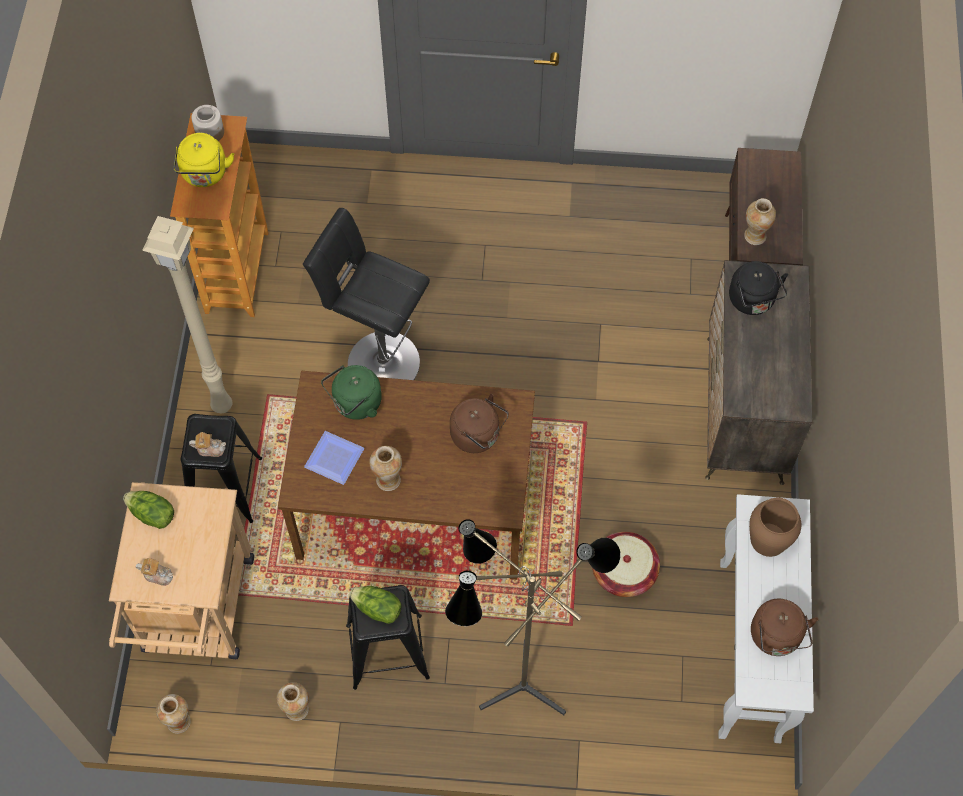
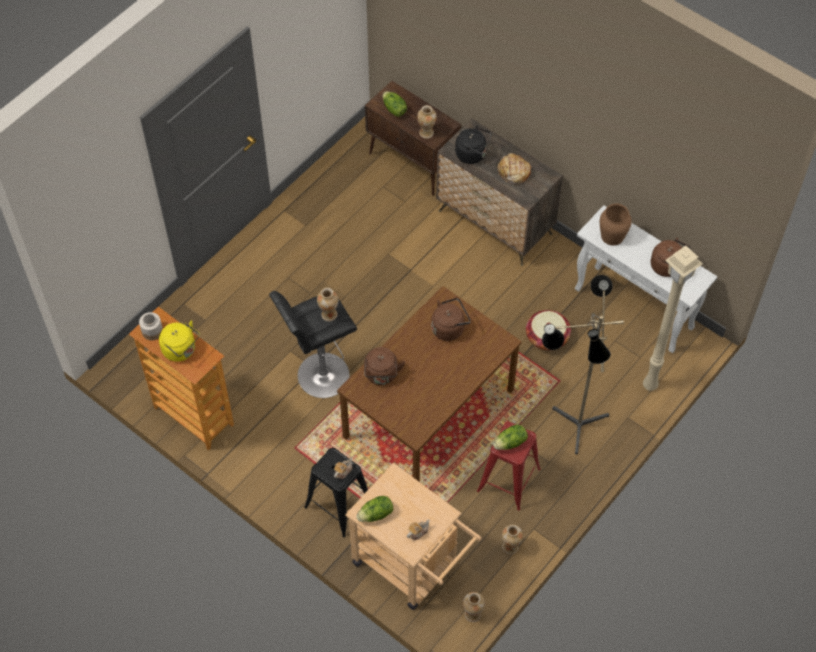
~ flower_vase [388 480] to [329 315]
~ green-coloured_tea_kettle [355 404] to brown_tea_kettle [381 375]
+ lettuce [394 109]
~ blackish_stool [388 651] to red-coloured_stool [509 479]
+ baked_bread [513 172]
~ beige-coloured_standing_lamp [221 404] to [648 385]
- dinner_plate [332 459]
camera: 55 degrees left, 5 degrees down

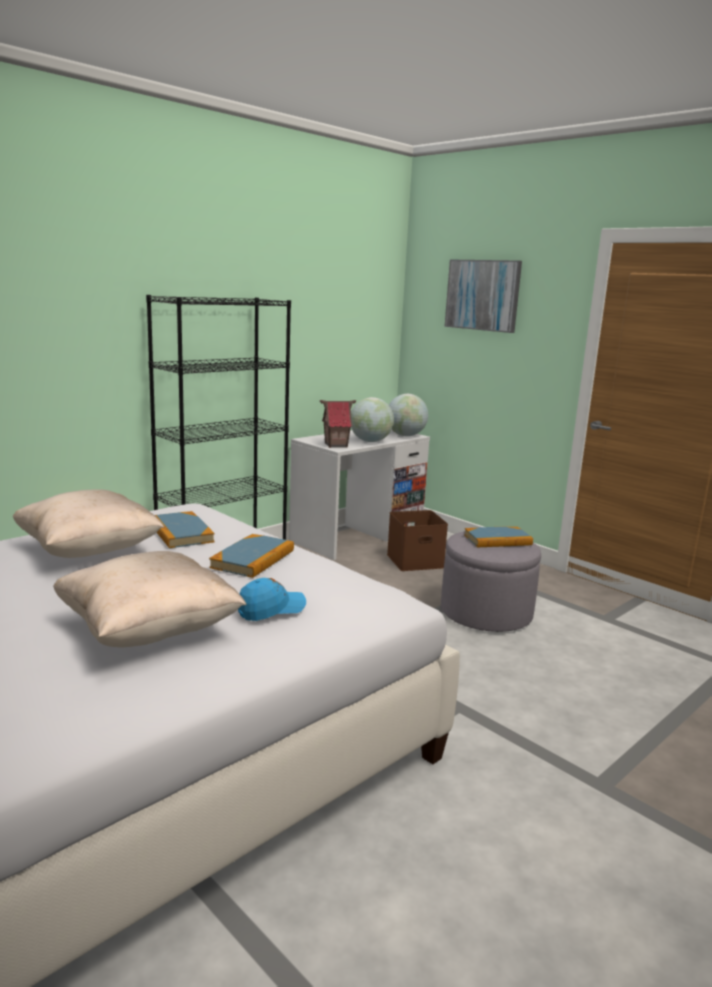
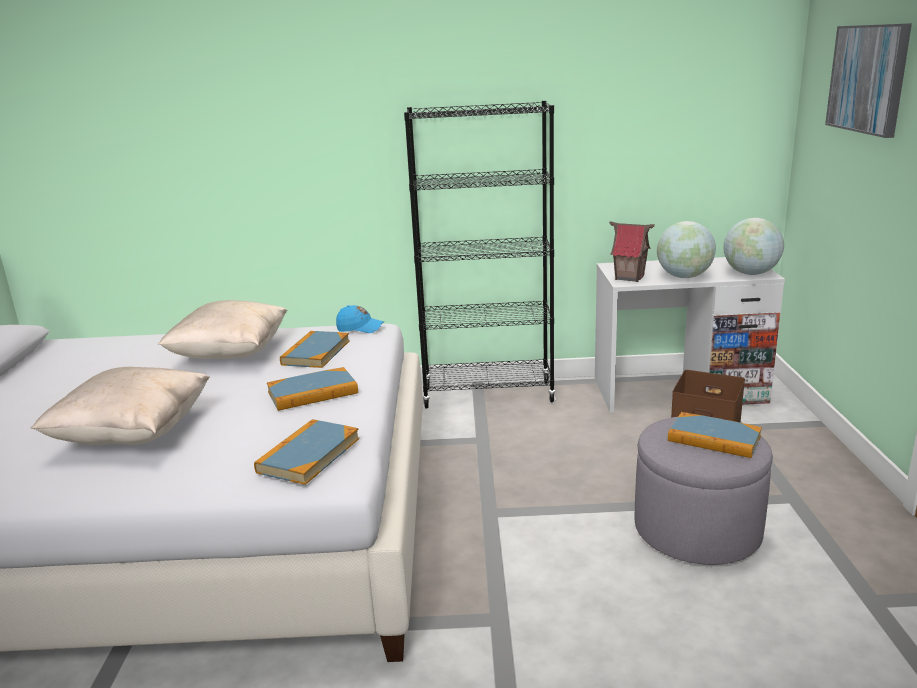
+ book [308 455]
~ blue-coloured_cap [271 609] to [360 328]
camera: 45 degrees right, 5 degrees up

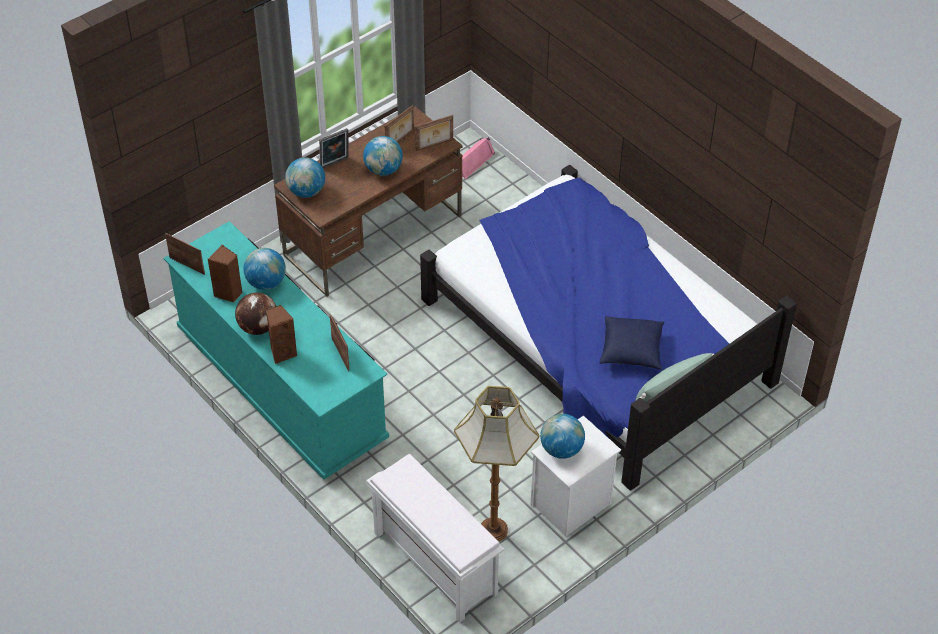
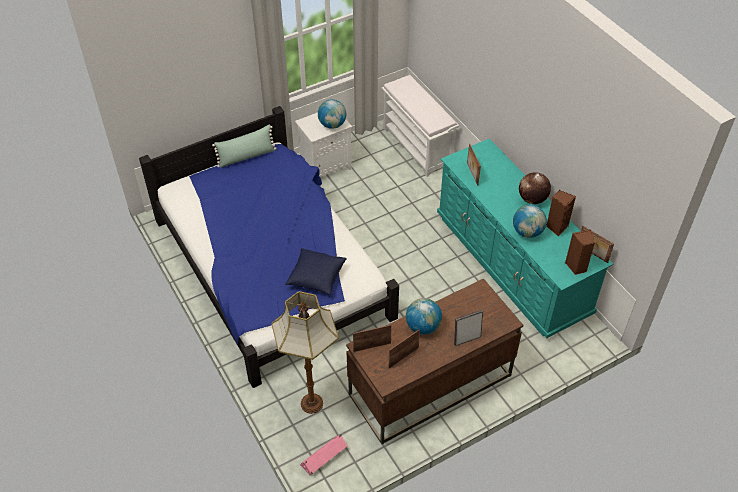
~ standing_lamp [494 529] to [311 404]
~ blue-coloured_pillow [631 351] to [316 277]
~ brown_audio_speaker [282 352] to [576 267]
- world_globe [306 191]
camera: 170 degrees left, 0 degrees up

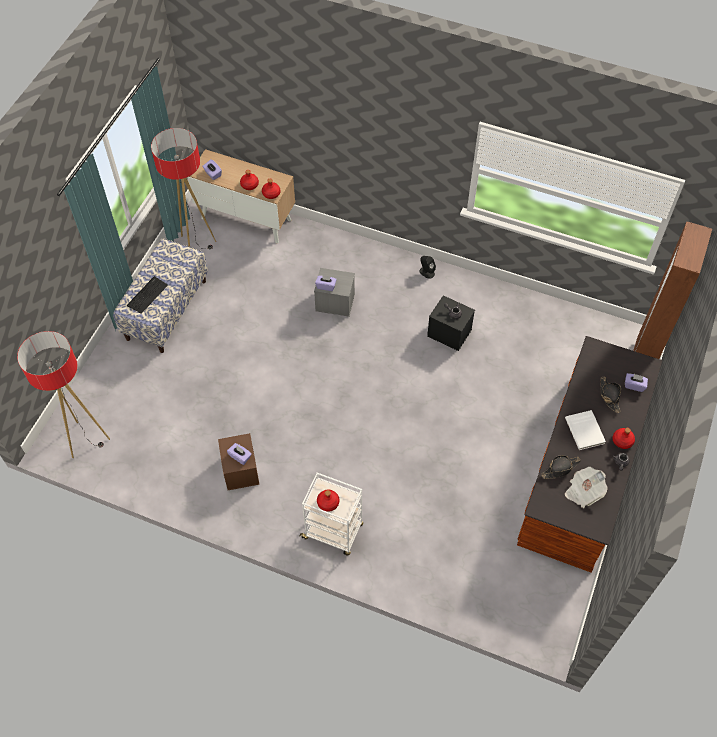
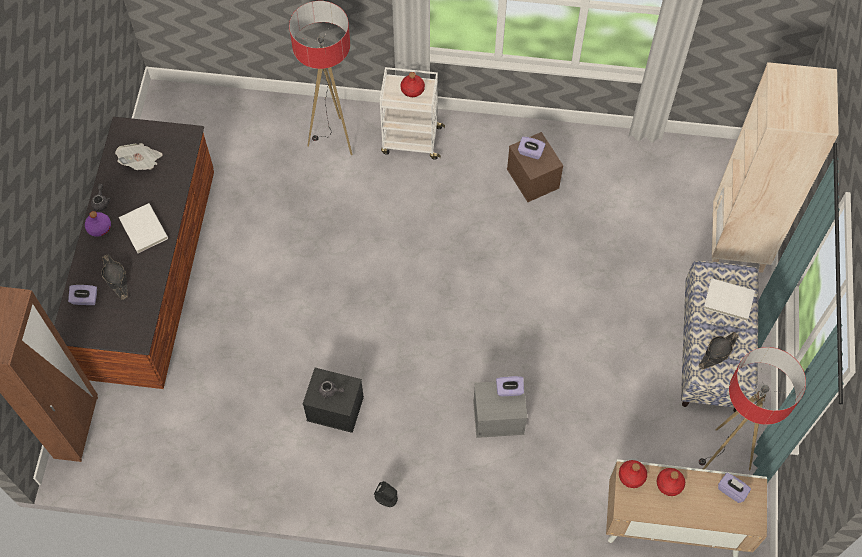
~ red-coloured_bottle [622 441] to purple_bottle [99 227]
~ standing_lamp [87 440] to [332 139]
~ blackish_wearable_hat [560 469] to [717 352]
~ PC_keyboard [147 295] to white-coloured_book [728 301]
+ beige-coloured_bookcase [737 243]
camera: 165 degrees right, 5 degrees up

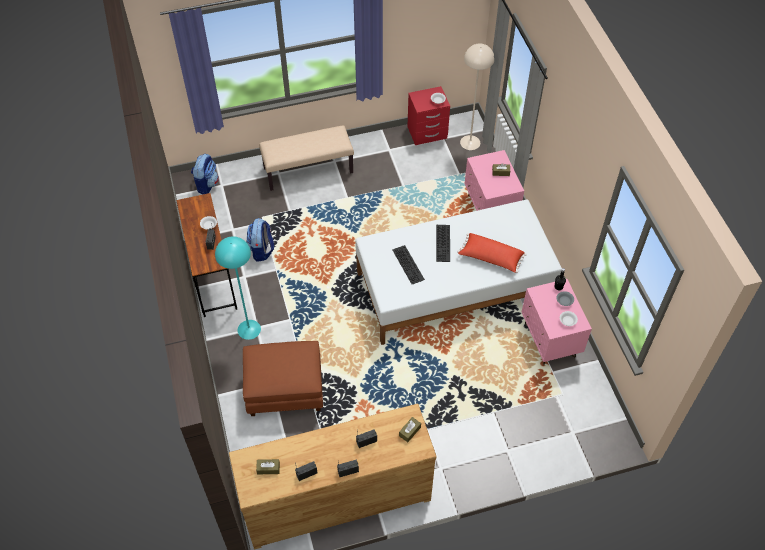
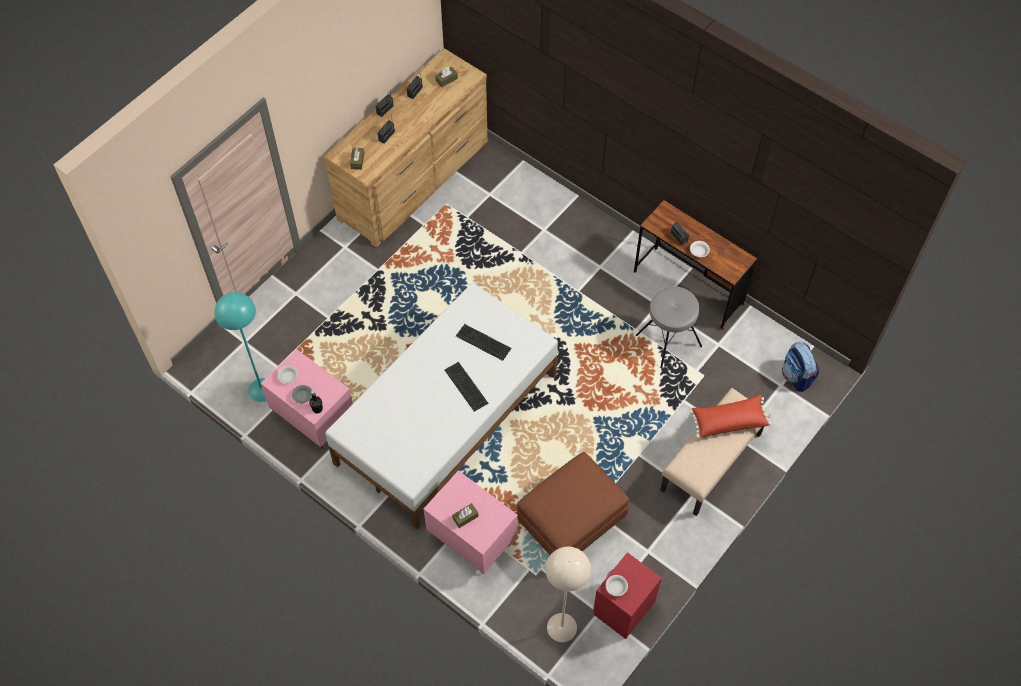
~ turquoise-coloured_standing_lamp [249 329] to [262 389]
~ brown_ottoman [285 389] to [571 522]
~ knapsack [262 250] to grey_stool [668 340]
~ red-coloured_pillow [490 258] to [728 421]
camera: 145 degrees right, 5 degrees up

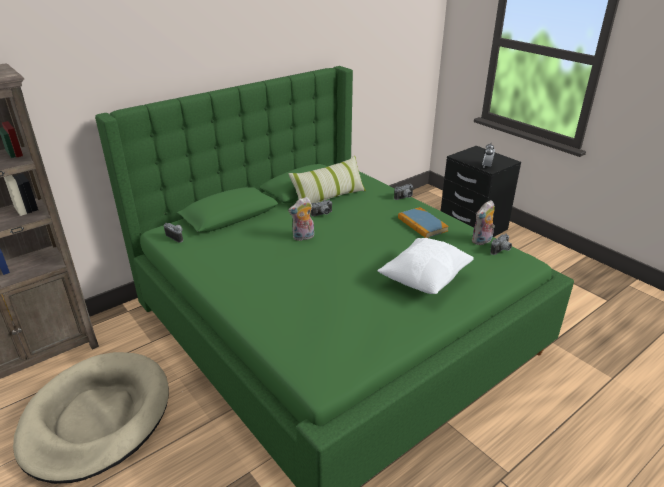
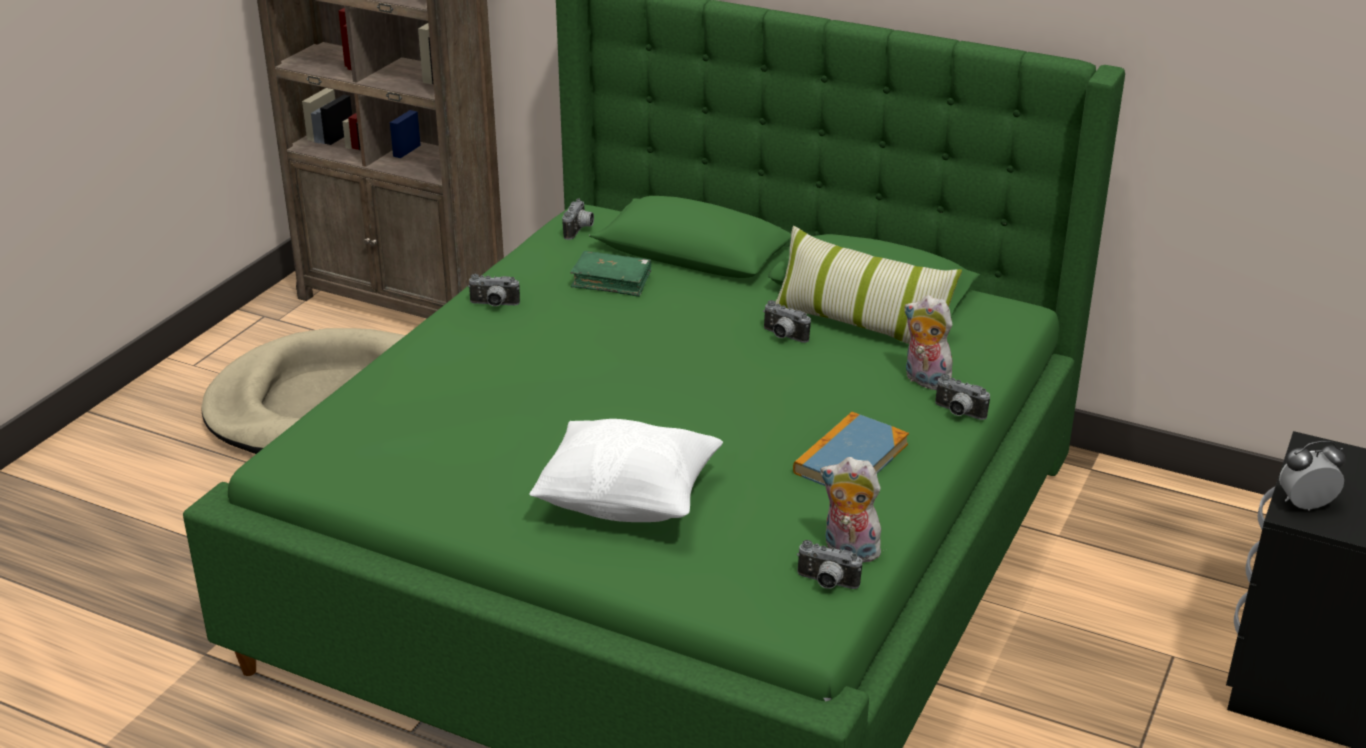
+ photo_camera [494 305]
+ green-coloured_book [612 281]
~ soft_toy [303 237] to [924 380]
camera: 65 degrees right, 0 degrees up

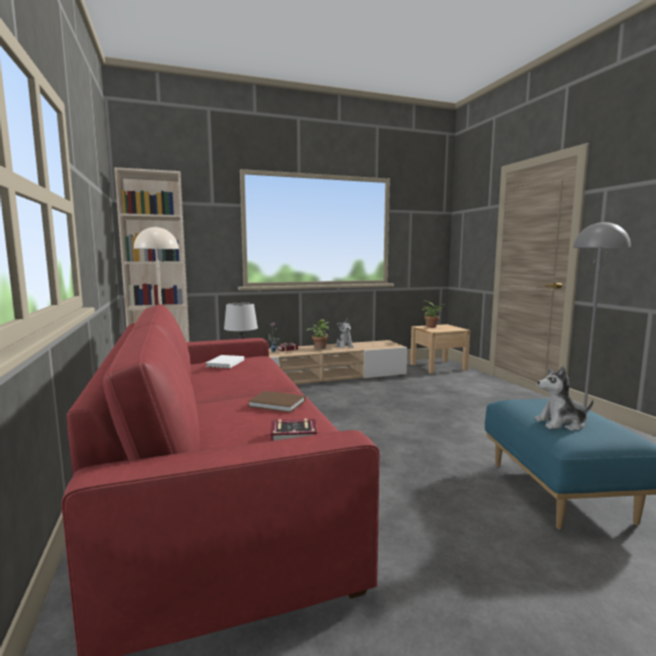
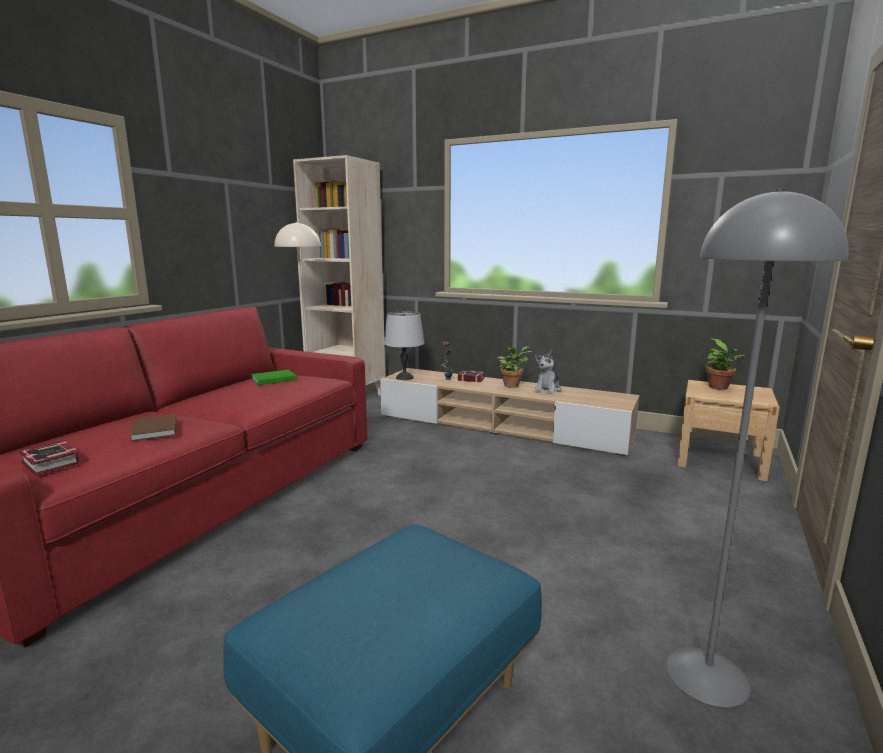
~ white-coloured_book [224 363] to green-coloured_book [272 379]
- soft_toy [561 423]
camera: 45 degrees right, 5 degrees up

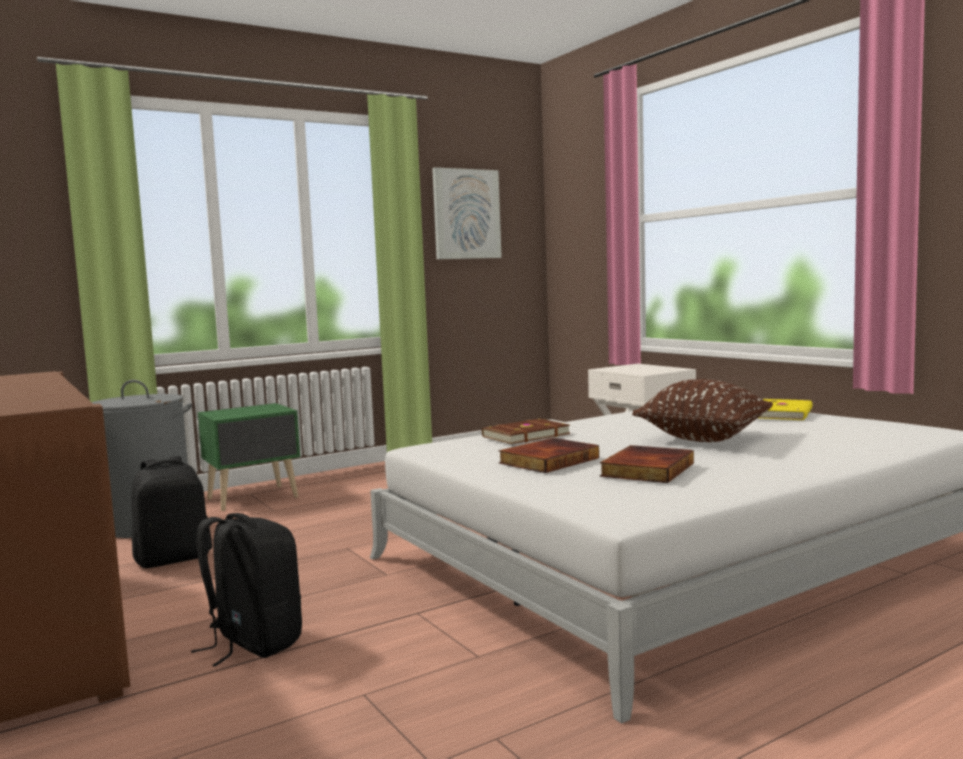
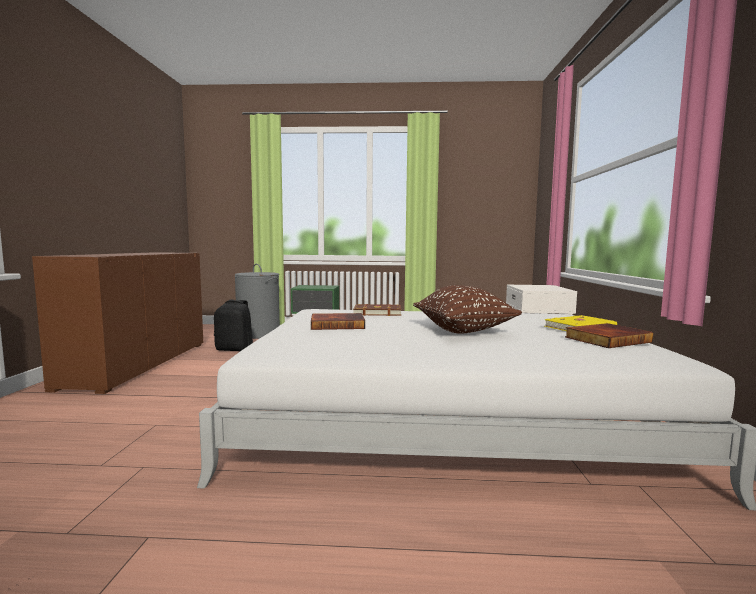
~ book [646 469] to [606 339]
- blackish_knapsack [252 643]
- wall_art [466 214]
camera: 35 degrees right, 0 degrees up

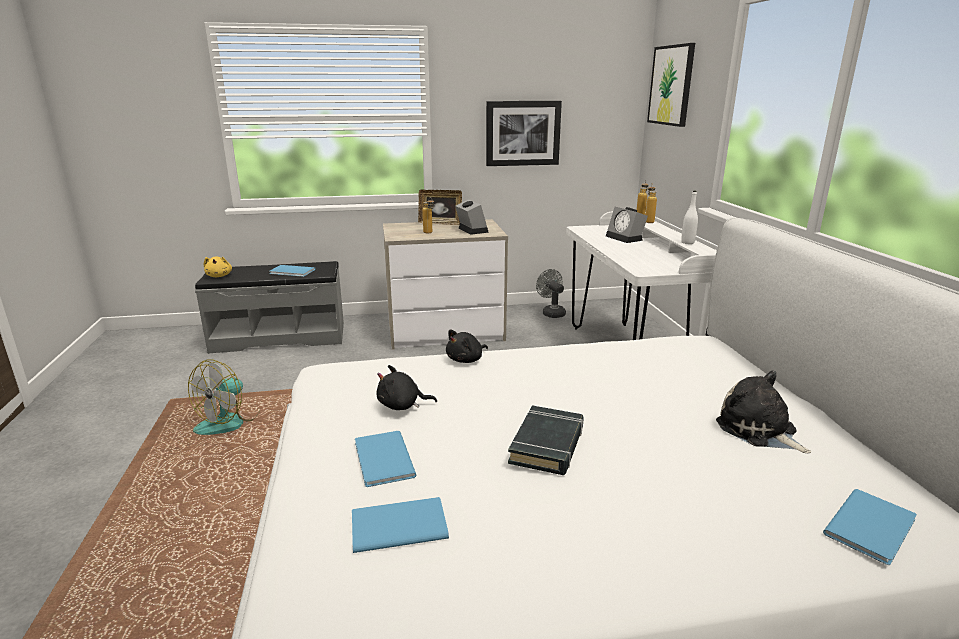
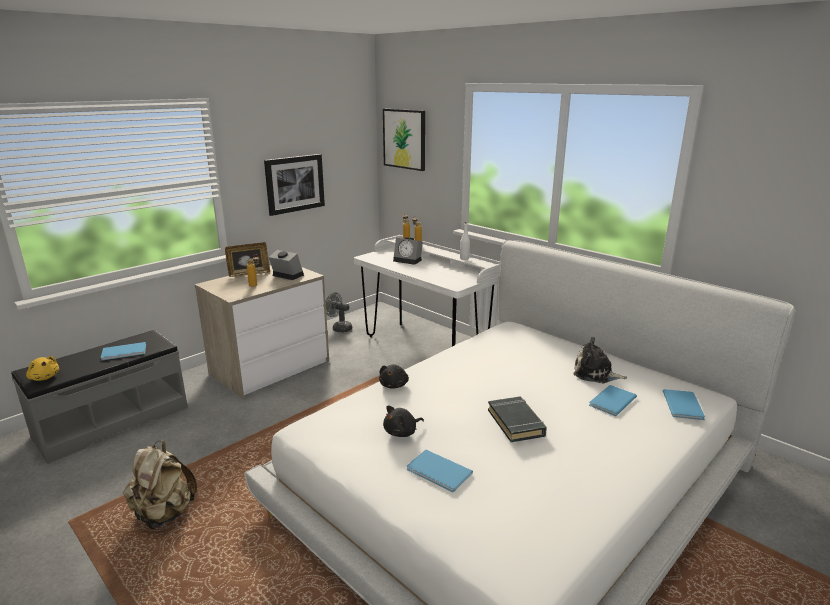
~ electric_fan [229 421] to beige-coloured_knapsack [164 514]
~ blue-coloured_book [396 525] to [610 401]
camera: 35 degrees left, 0 degrees up

